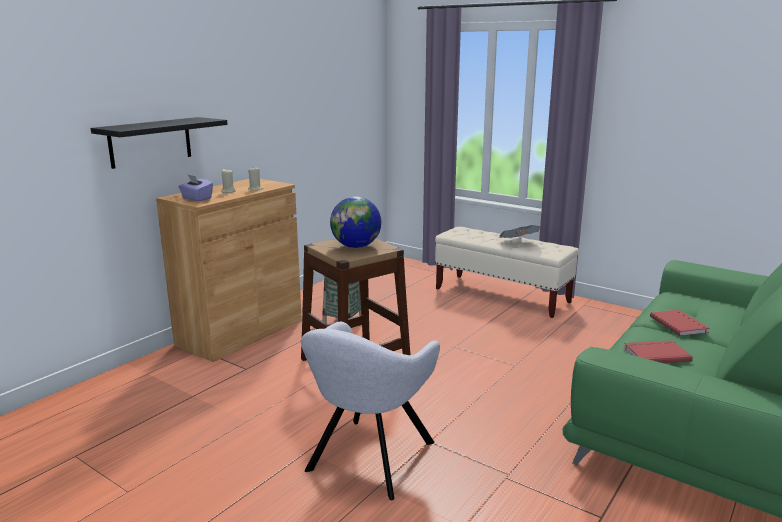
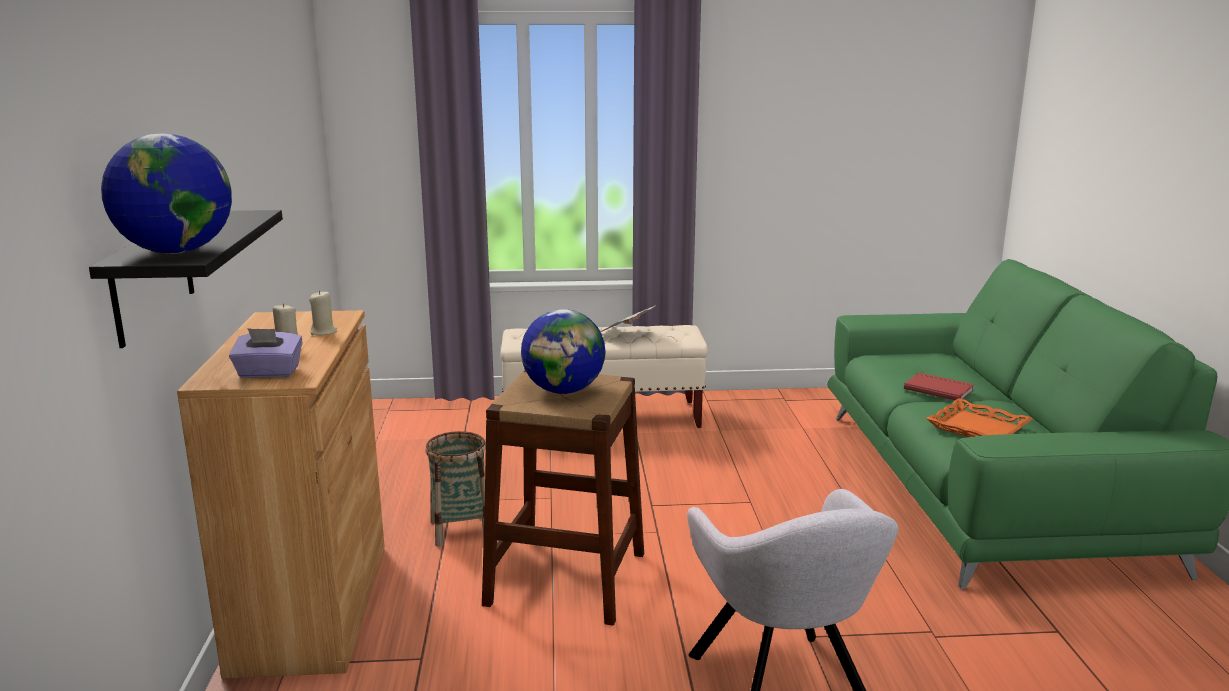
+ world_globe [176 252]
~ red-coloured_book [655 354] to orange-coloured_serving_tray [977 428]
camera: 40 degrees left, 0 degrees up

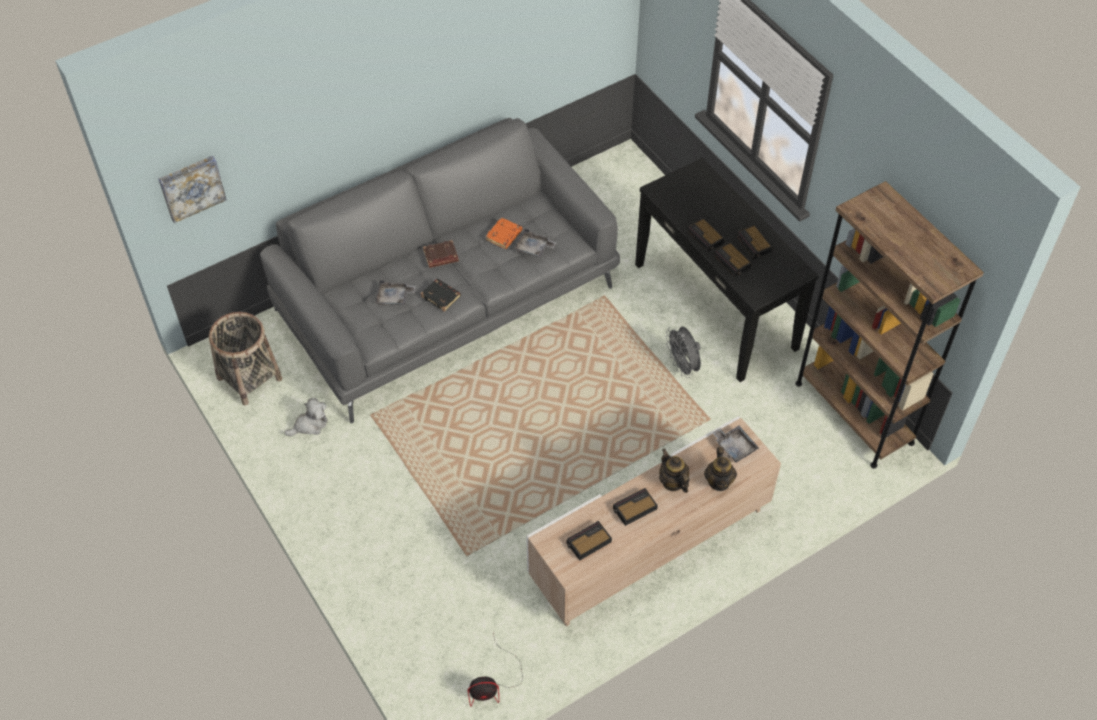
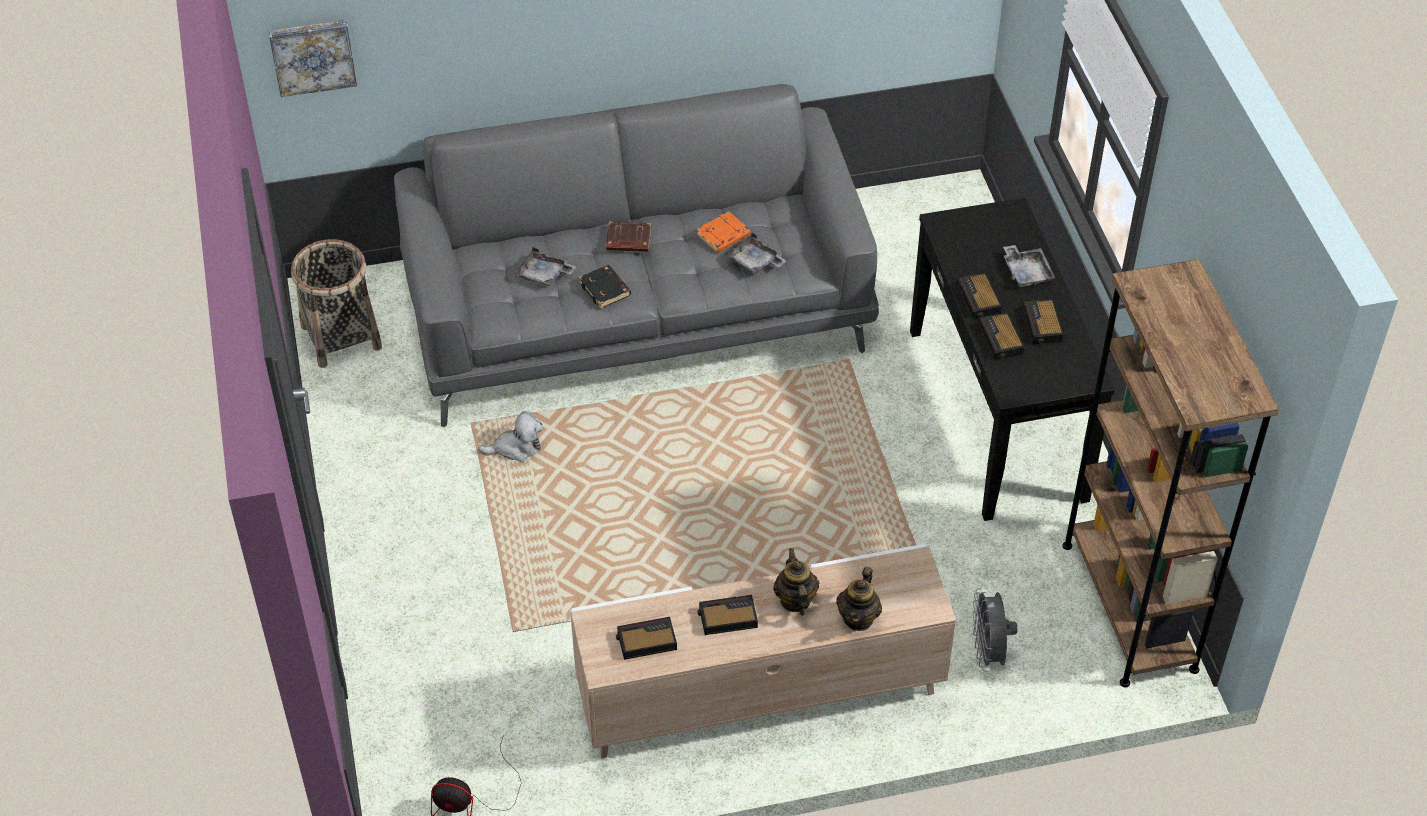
~ soft_toy [310 424] to [516 448]
~ grey_electric_fan [683 366] to [988 653]
~ grey_serving_tray [734 447] to [1026 272]
camera: 20 degrees right, 5 degrees down

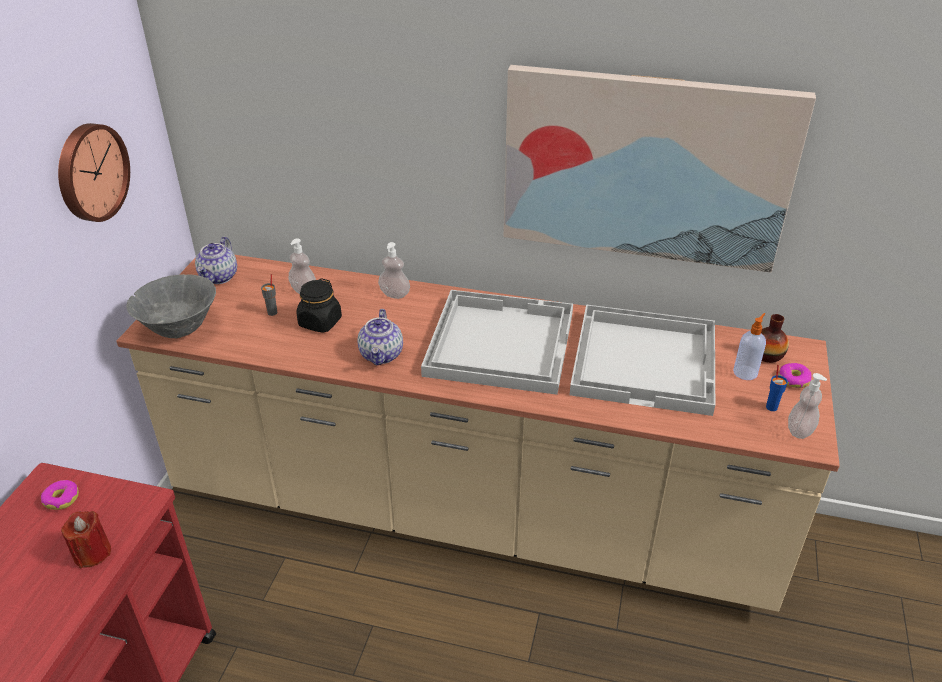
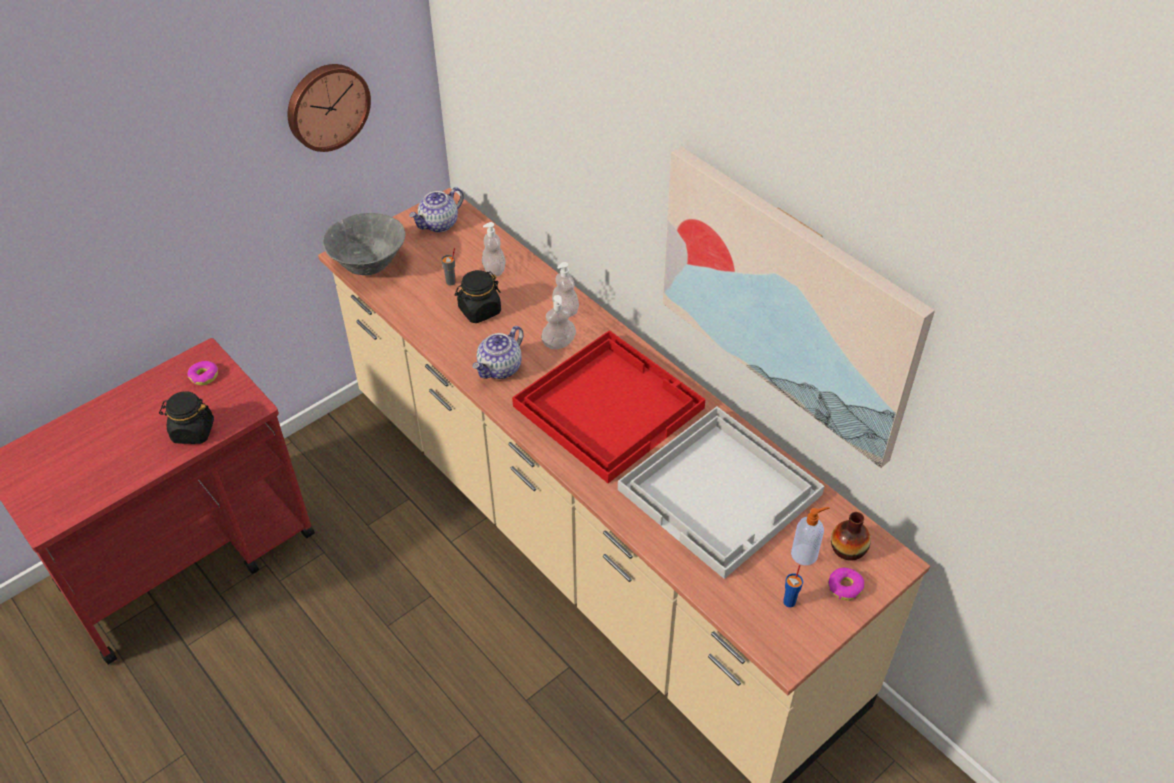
~ red-coloured_wax_light [92 553] to blackish_jar [193 431]
~ white-coloured_serving_tray [499 342] to red-coloured_serving_tray [608 405]
~ soap_bottle [799 430] to [559 343]
camera: 35 degrees right, 10 degrees up

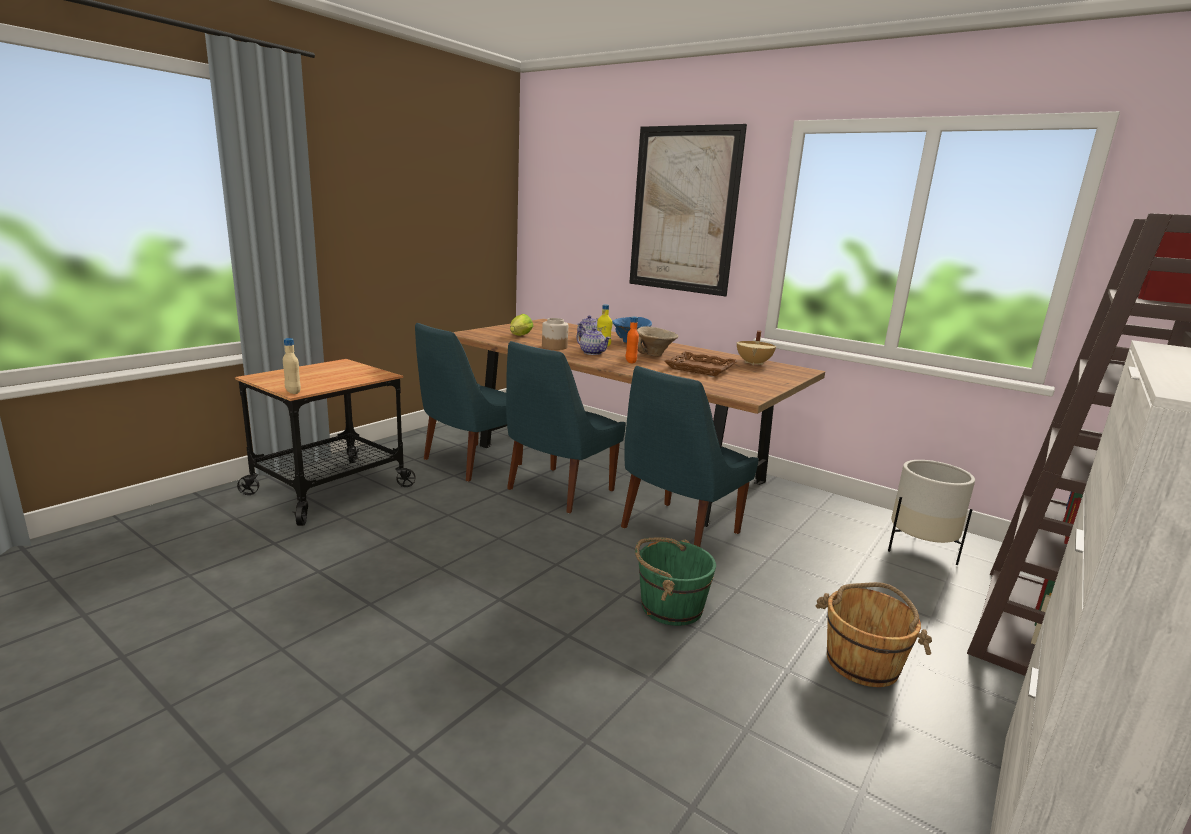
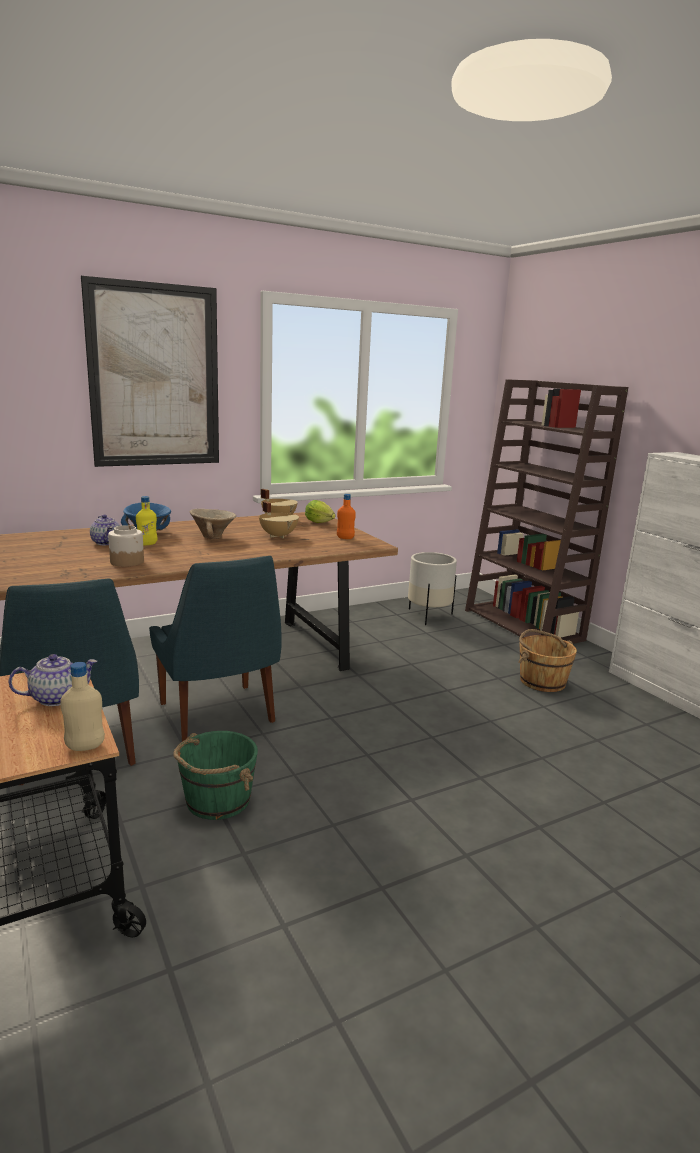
~ tea_pot [593 353] to [57 698]
~ green-coloured_pail [670 606] to [216 800]
~ brown_serving_tray [701 368] to beige-coloured_stockpot [279 536]
~ lettuce [519 336] to [321 523]
~ orange-coloured_bottle [630 362] to [345 538]
- blue-coloured_upright_chair [677 531]
camera: 65 degrees left, 0 degrees up

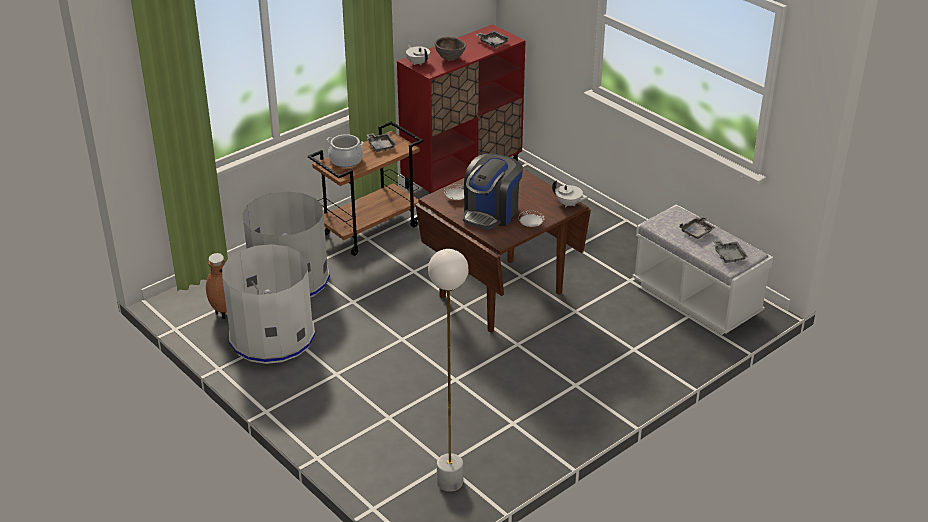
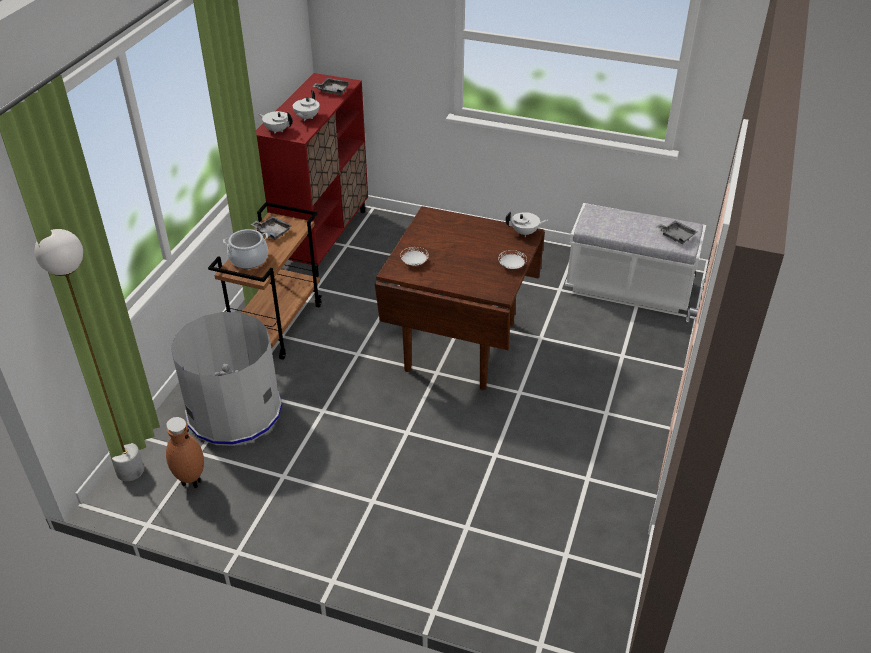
~ white-coloured_standing_lamp [449 482] to [130 471]
~ brown_serving_bowl [450 59] to white-coloured_tea_pot [306 118]
- white-coloured_rubbish_bin [272 337]
- coffee_machine [491 213]
- grey_serving_tray [697 232]
camera: 30 degrees left, 5 degrees up

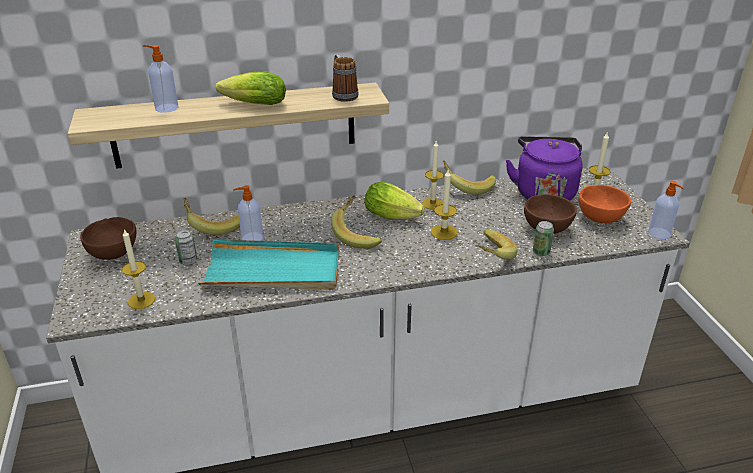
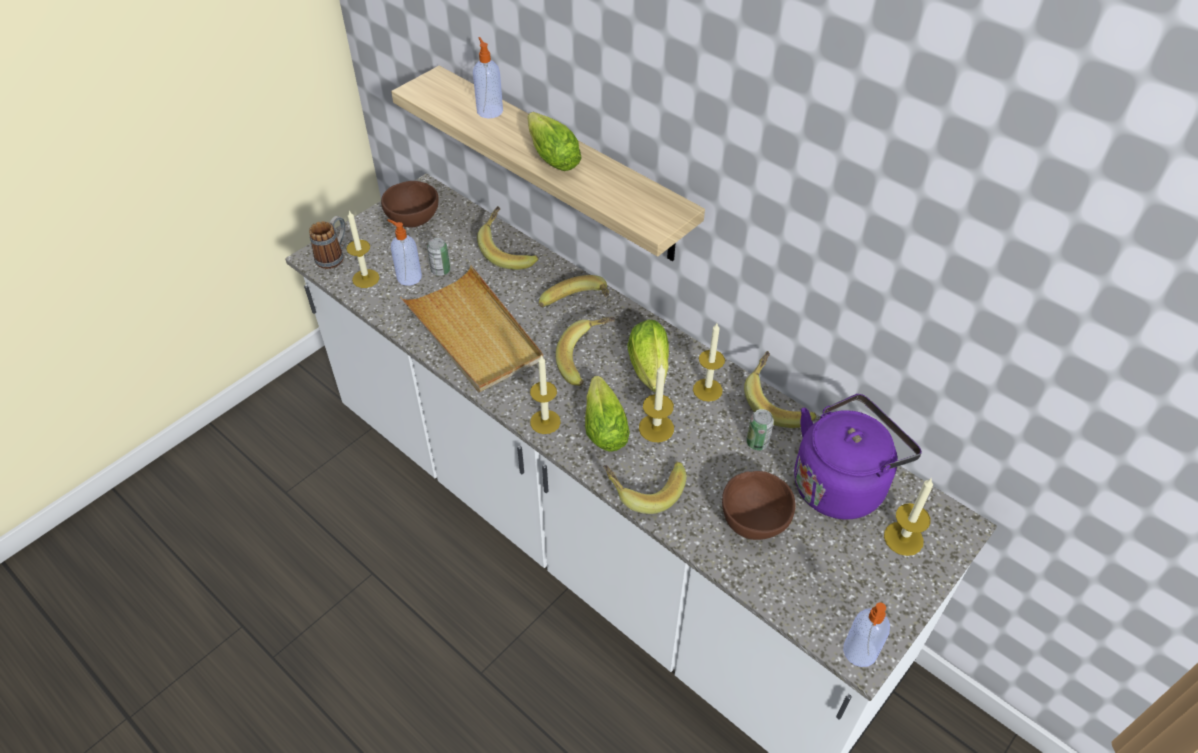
~ mug [343 94] to [334 256]
~ soap_bottle [251 238] to [408 277]
~ turquoise-coloured_serving_tray [273 270] to beige-coloured_serving_tray [473 333]
+ wax_light [545 422]
+ whole_banana [577 307]
+ lettuce [604 424]
~ metal_can [541 252] to [757 443]
- orange-coloured_serving_bowl [600 218]
camera: 55 degrees right, 15 degrees up

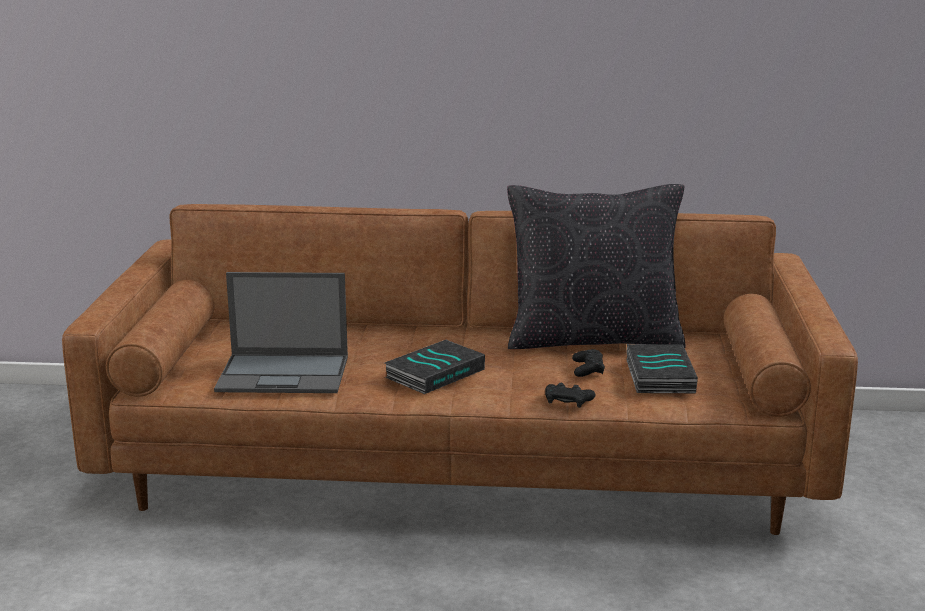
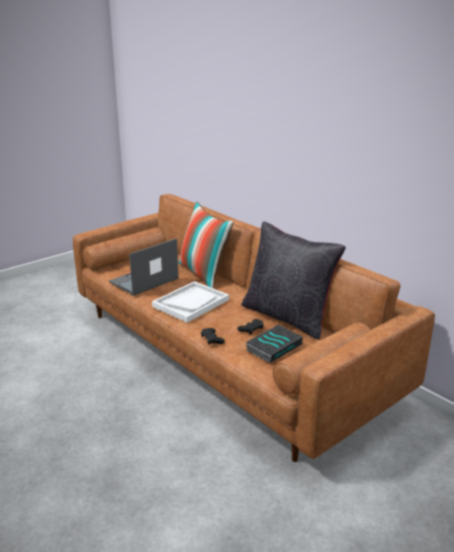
~ laptop [285 374] = [143 281] 90 degrees clockwise
~ book [434 373] to white-coloured_serving_tray [191 303]
+ pillow [204 274]
camera: 45 degrees right, 5 degrees up

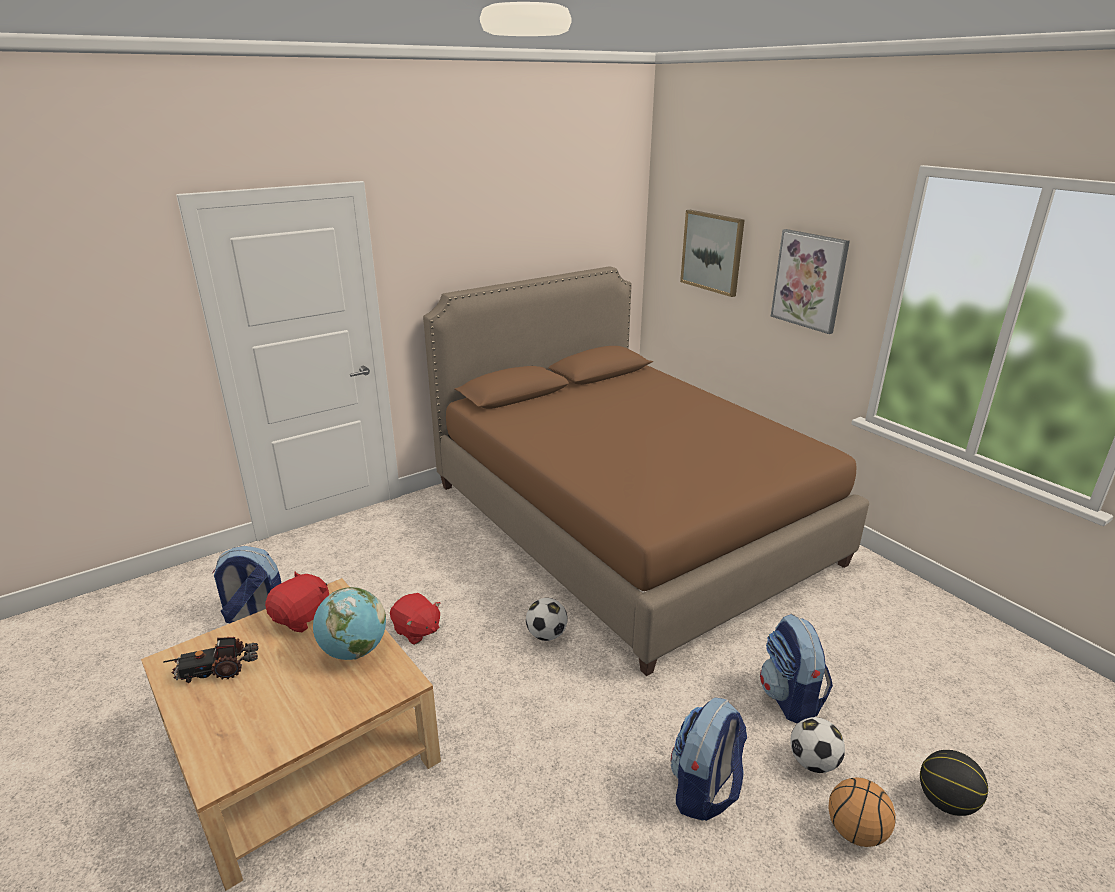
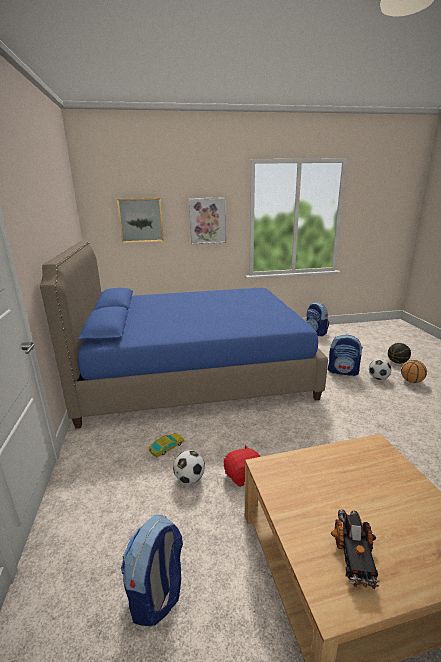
~ brown_bed [627 522] to blue-coloured_bed [194 372]
+ toy_car [167 447]
~ football_ball [546 635] to [189 478]
~ knapsack [704 791] to [316 332]
- red-coloured_soft_toy [302 617]
- world_globe [354 651]
camera: 65 degrees left, 5 degrees down

